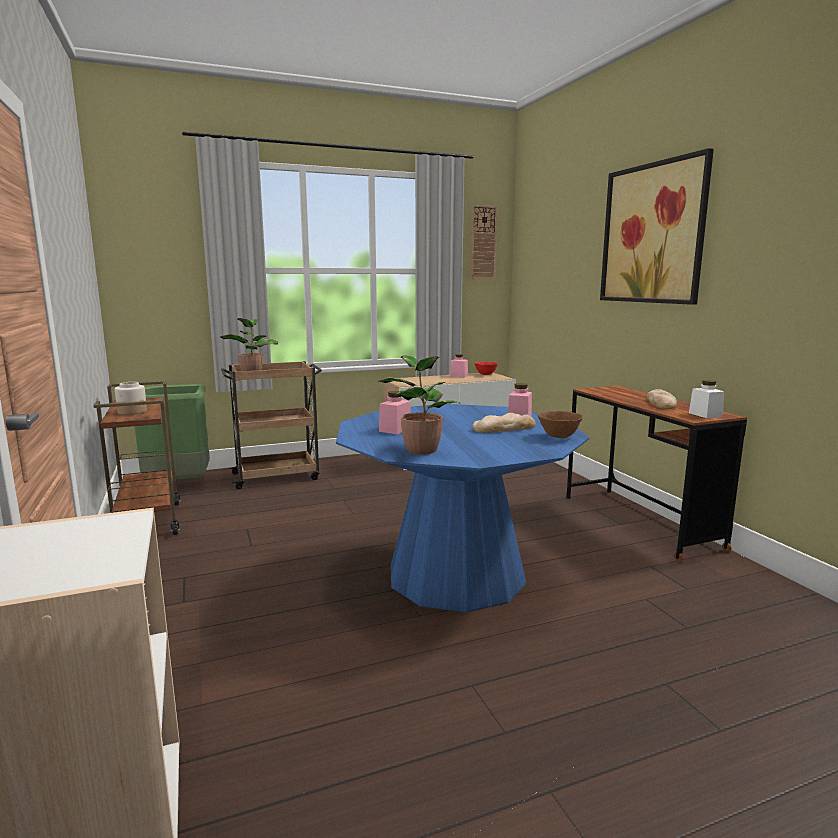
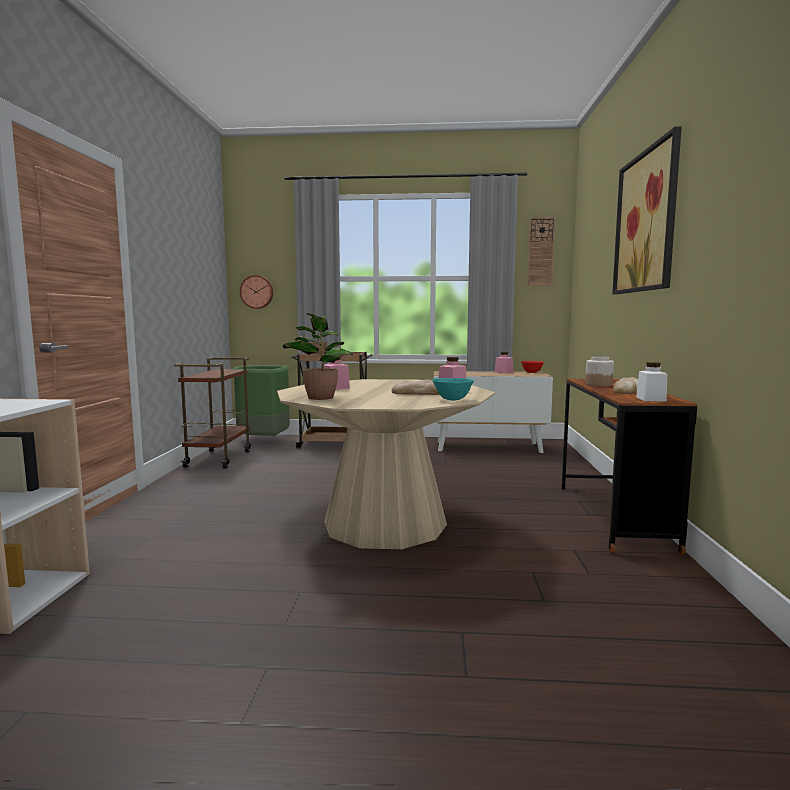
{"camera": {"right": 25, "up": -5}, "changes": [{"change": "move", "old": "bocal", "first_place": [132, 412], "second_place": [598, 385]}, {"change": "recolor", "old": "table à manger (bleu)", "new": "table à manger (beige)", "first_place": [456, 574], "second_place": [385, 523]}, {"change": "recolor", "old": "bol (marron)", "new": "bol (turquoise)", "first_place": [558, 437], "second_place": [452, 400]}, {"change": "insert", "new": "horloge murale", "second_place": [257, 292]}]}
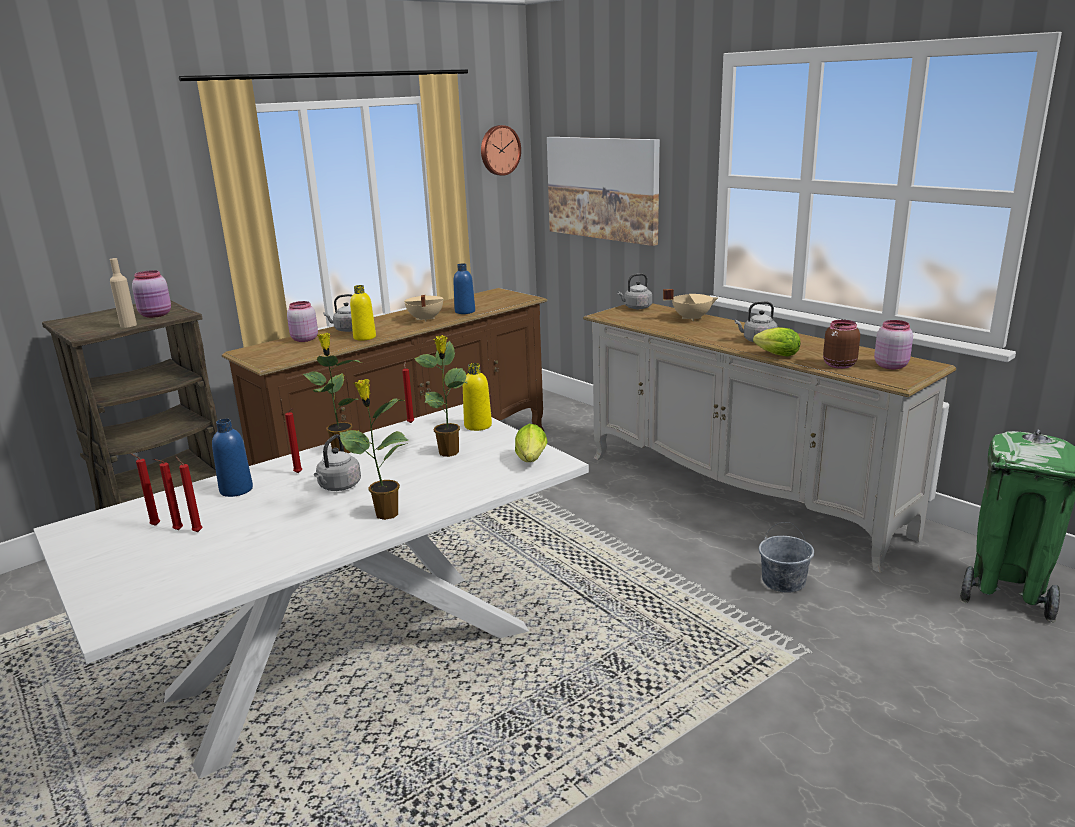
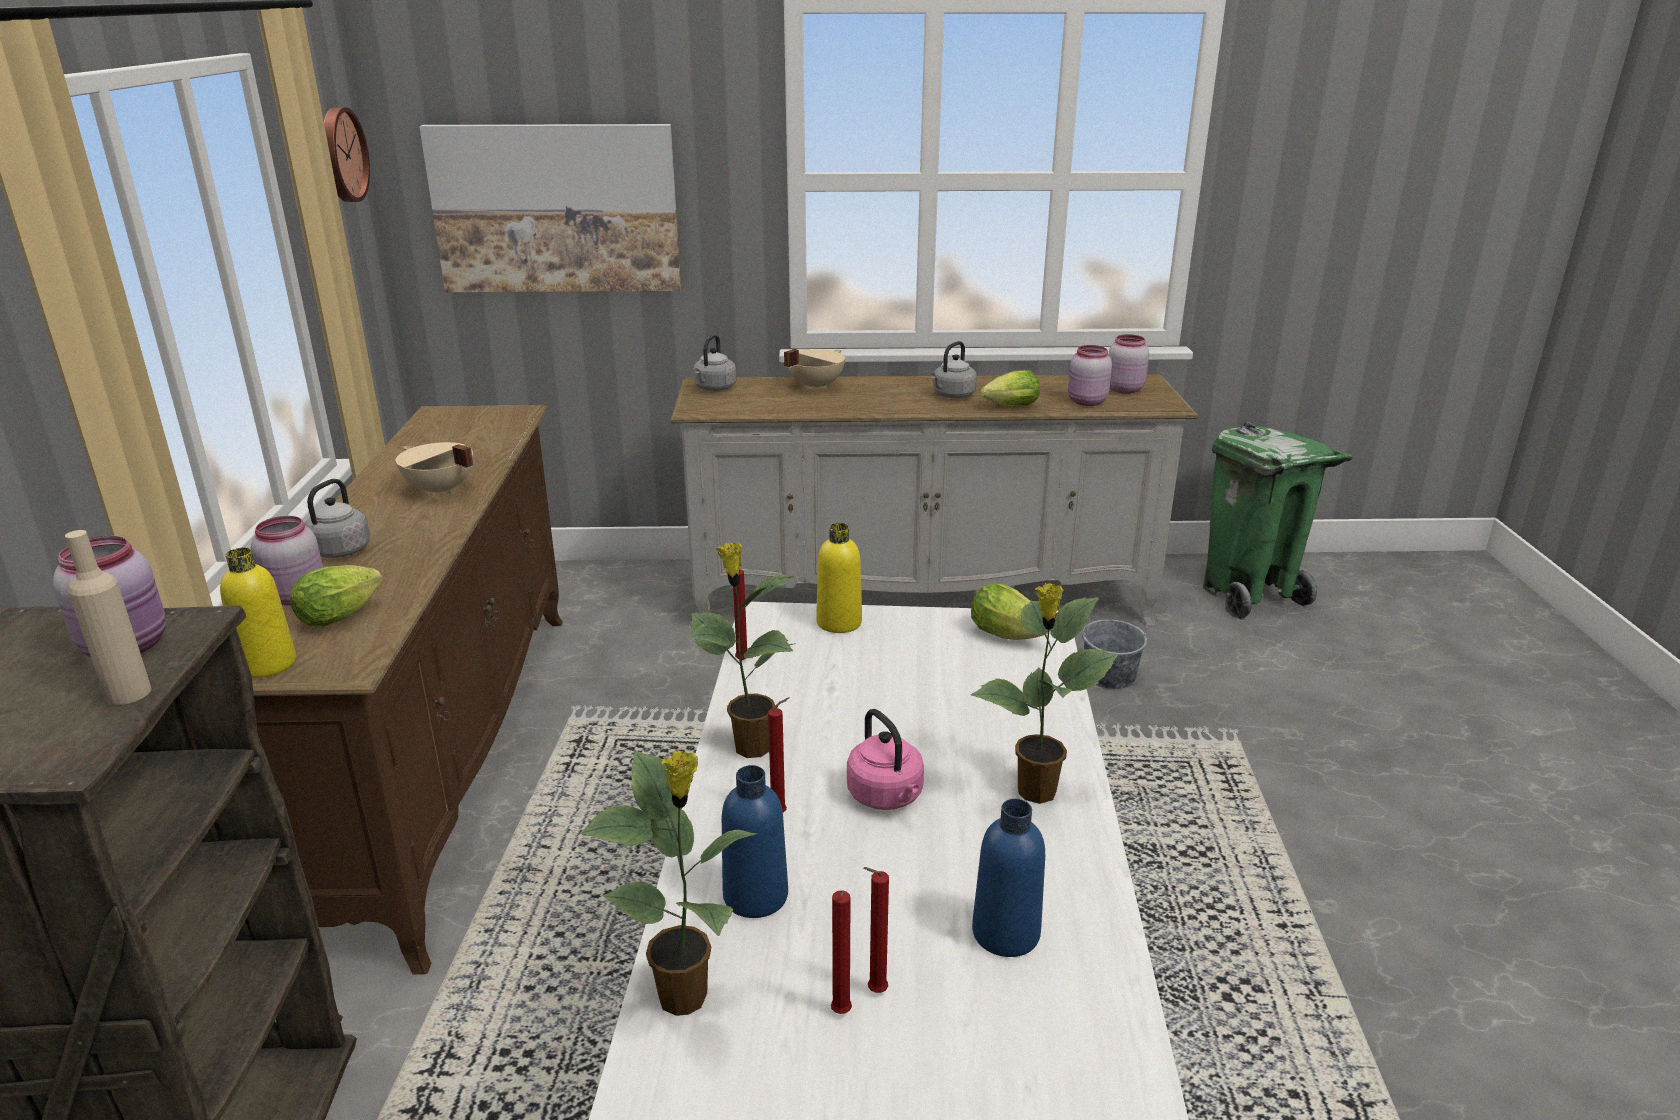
{"camera": {"right": -50, "up": 5}, "changes": [{"change": "move", "old": "bouteille (bleu)", "first_place": [465, 311], "second_place": [1005, 933]}, {"change": "move", "old": "bouteille (jaune)", "first_place": [364, 337], "second_place": [268, 664]}, {"change": "recolor", "old": "bocal (marron)", "new": "bocal (rose)", "first_place": [838, 365], "second_place": [1086, 402]}, {"change": "move", "old": "plante en pot", "first_place": [449, 453], "second_place": [686, 997]}, {"change": "recolor", "old": "bouilloire (gris)", "new": "bouilloire (rose)", "first_place": [338, 487], "second_place": [887, 797]}, {"change": "delete", "old": "bougie (rouge)", "first_place": [154, 525]}, {"change": "insert", "new": "laitue", "second_place": [344, 615]}]}
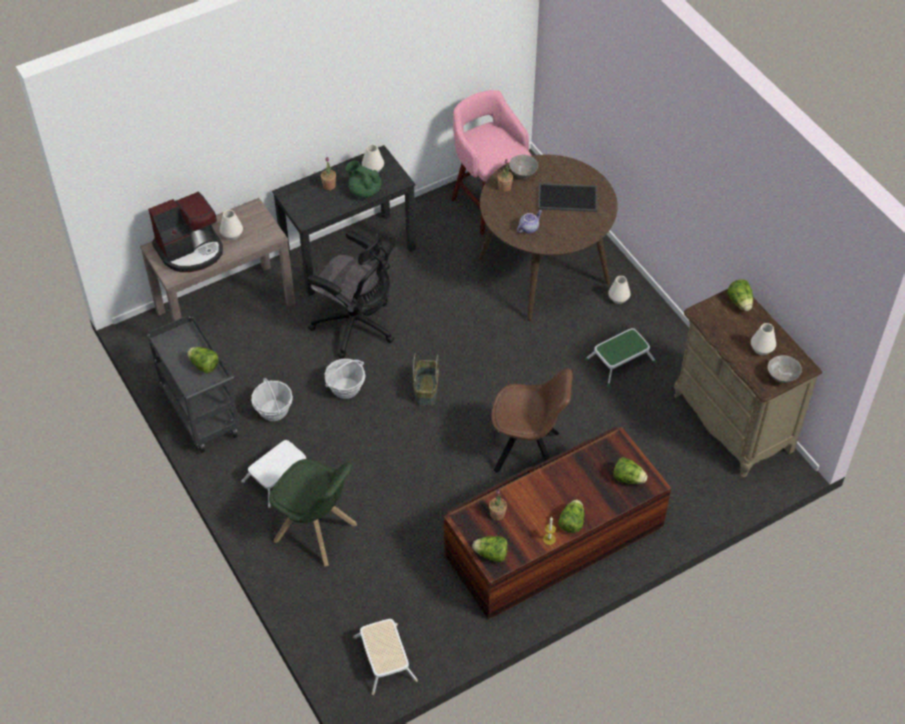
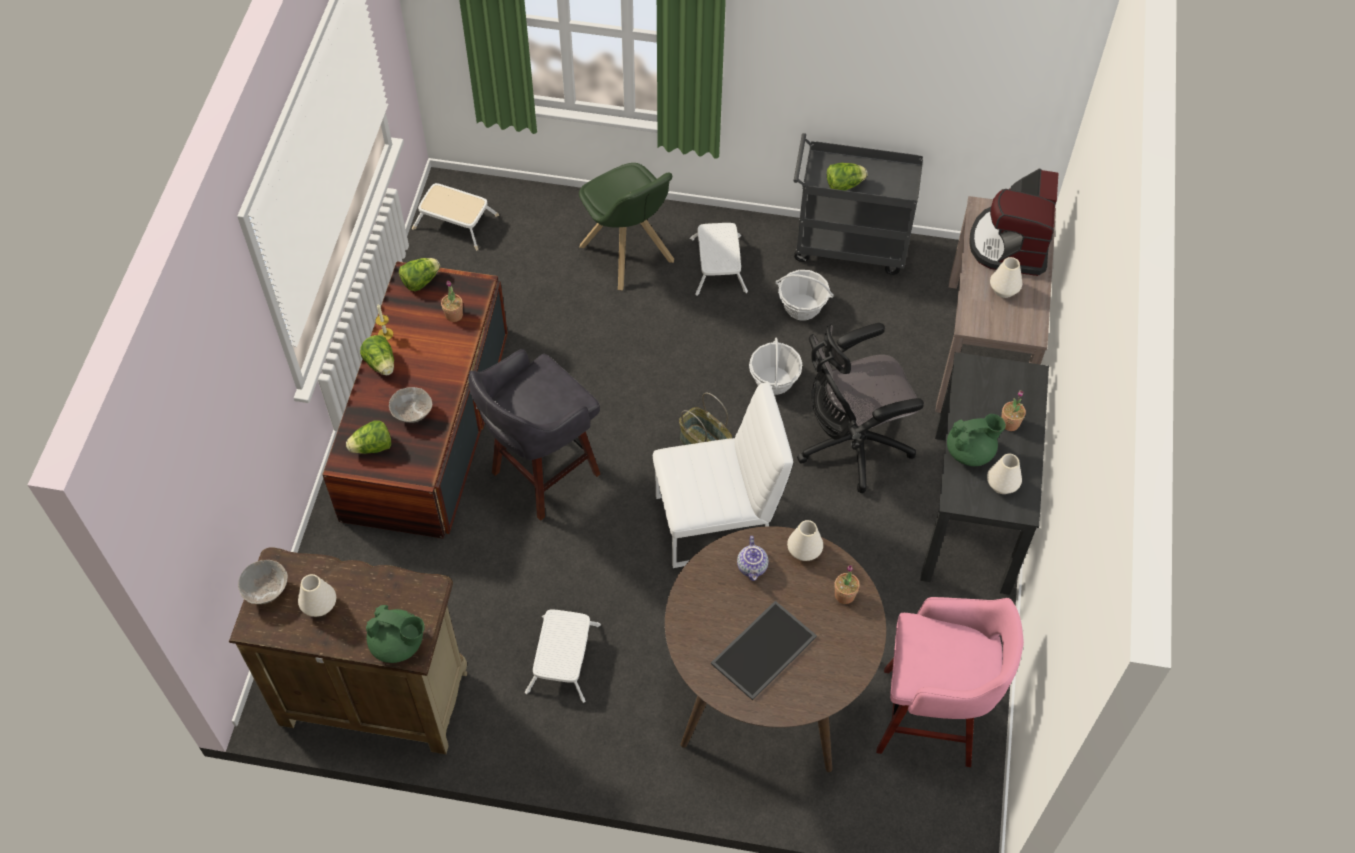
{"camera": {"right": 130, "up": 5}, "changes": [{"change": "move", "old": "bol (gris)", "first_place": [523, 174], "second_place": [412, 414]}, {"change": "move", "old": "vase (blanc)", "first_place": [618, 298], "second_place": [804, 551]}, {"change": "replace", "old": "laitue", "new": "théière (vert)", "first_place": [740, 302], "second_place": [398, 644]}, {"change": "recolor", "old": "escabeau (vert)", "new": "escabeau (blanc)", "first_place": [620, 360], "second_place": [563, 658]}, {"change": "replace", "old": "chaise (marron)", "new": "tabouret (gris)", "first_place": [527, 451], "second_place": [541, 476]}, {"change": "rotate", "old": "chaise (vert)", "first_place": [316, 532], "second_place": [627, 254], "degrees": -105}, {"change": "insert", "new": "chaise (blanc)", "second_place": [717, 522]}]}
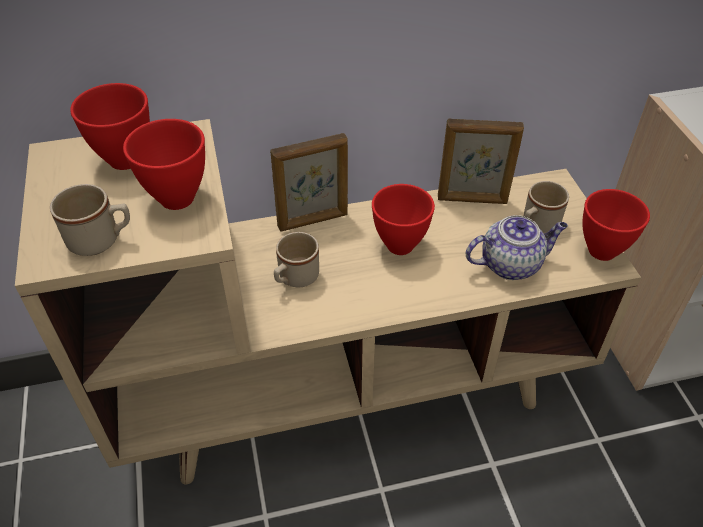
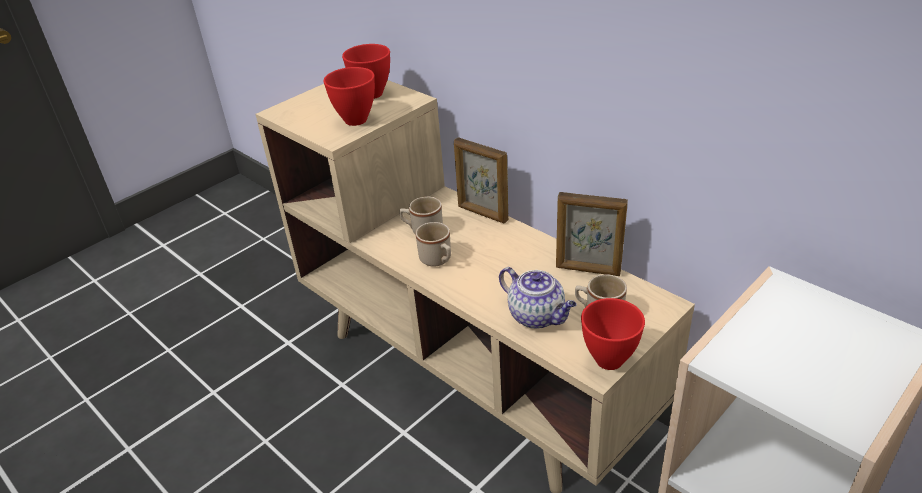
{"camera": {"right": 60, "up": -10}, "changes": [{"change": "rotate", "old": "cadre photo", "first_place": [472, 200], "second_place": [588, 270], "degrees": -45}, {"change": "move", "old": "mug (beige)", "first_place": [101, 240], "second_place": [438, 260]}, {"change": "delete", "old": "bol (rouge)", "first_place": [399, 246]}]}
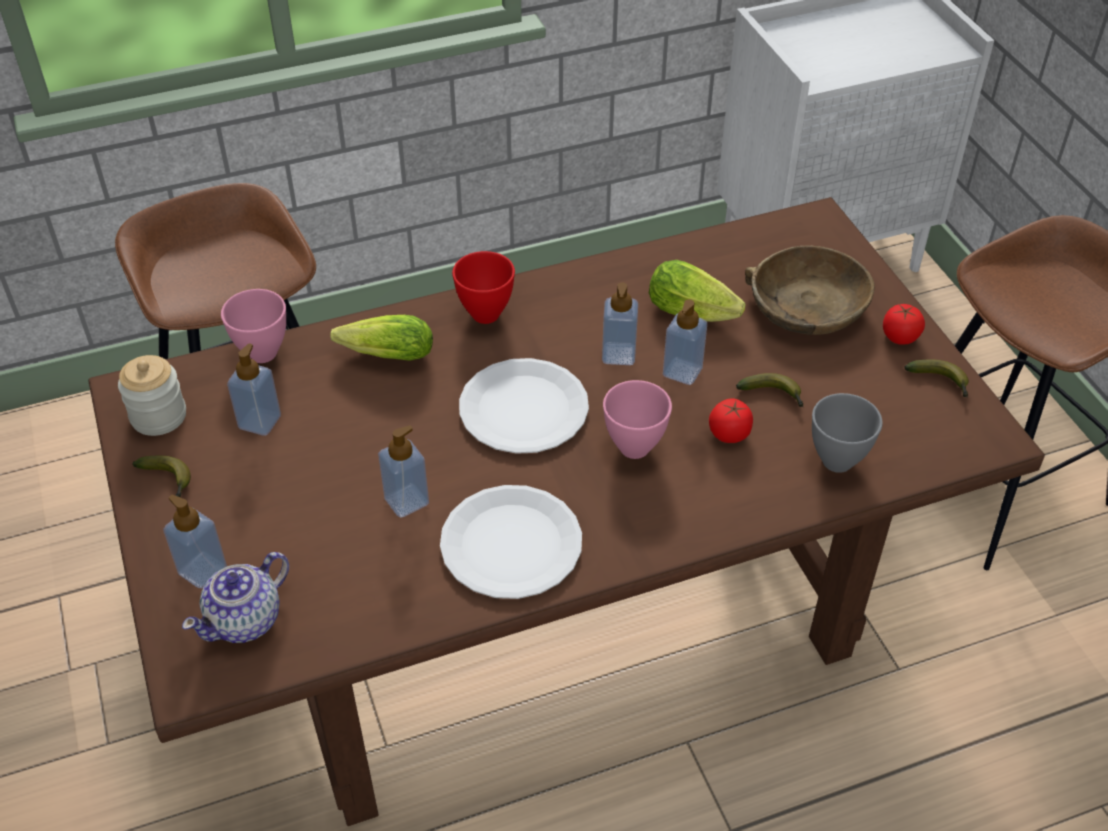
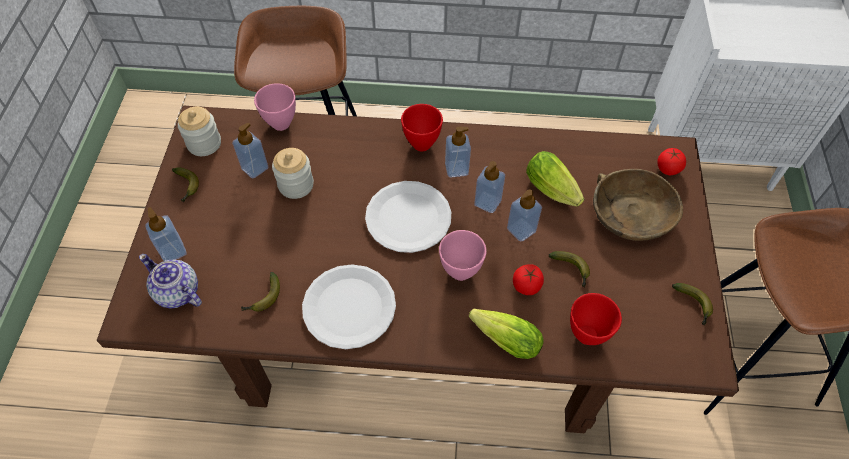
{"camera": {"right": 25, "up": 10}, "changes": [{"change": "move", "old": "tomate", "first_place": [900, 337], "second_place": [667, 169]}, {"change": "move", "old": "laitue", "first_place": [383, 355], "second_place": [502, 338]}, {"change": "recolor", "old": "bol (gris)", "new": "bol (rouge)", "first_place": [835, 460], "second_place": [586, 334]}, {"change": "move", "old": "distributeur de savon", "first_place": [406, 501], "second_place": [456, 169]}, {"change": "rotate", "old": "théière", "first_place": [246, 620], "second_place": [178, 293], "degrees": 60}, {"change": "insert", "new": "bocal", "second_place": [296, 185]}, {"change": "insert", "new": "banane", "second_place": [263, 298]}]}
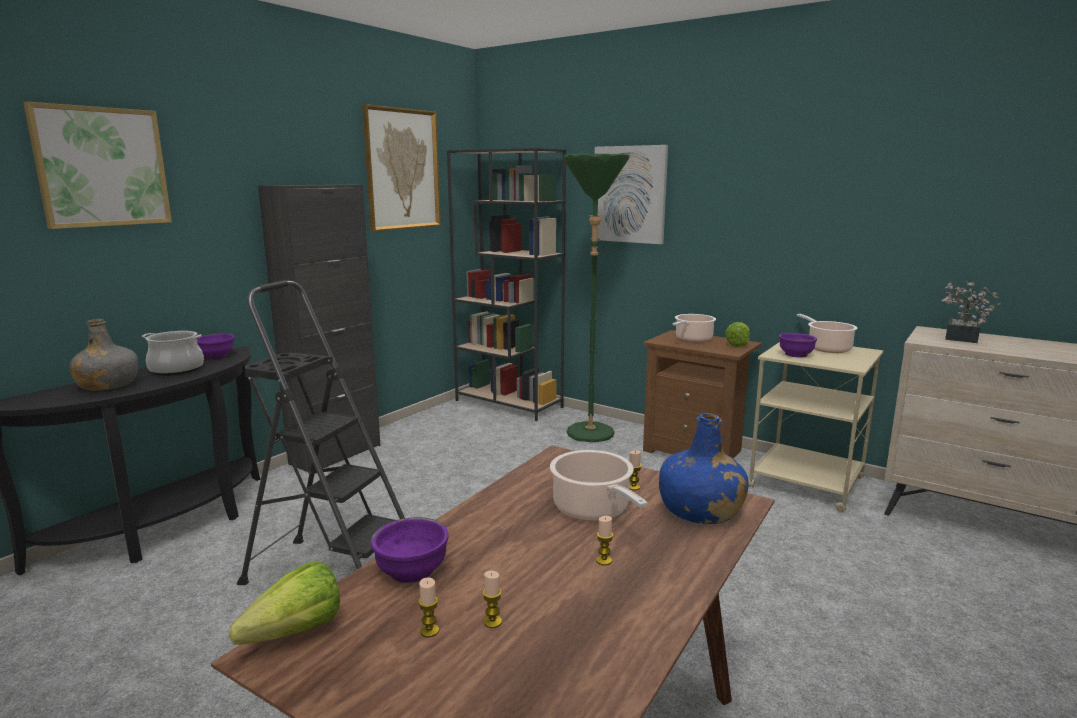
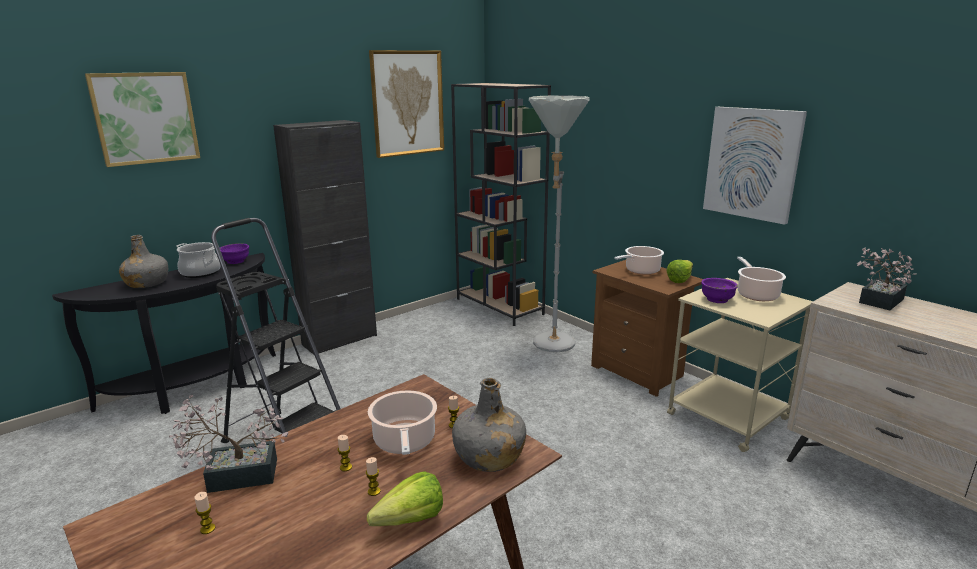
{"camera": {"right": 15, "up": 5}, "changes": [{"change": "move", "old": "tableau", "first_place": [630, 194], "second_place": [752, 163]}, {"change": "recolor", "old": "lampadaire (vert)", "new": "lampadaire (gris)", "first_place": [590, 437], "second_place": [551, 347]}, {"change": "recolor", "old": "bouteille (bleu)", "new": "bouteille (gris)", "first_place": [700, 510], "second_place": [488, 456]}, {"change": "replace", "old": "bol (violet)", "new": "plante en pot", "first_place": [412, 570], "second_place": [234, 476]}, {"change": "move", "old": "laitue", "first_place": [286, 636], "second_place": [404, 522]}, {"change": "move", "old": "bougie", "first_place": [492, 622], "second_place": [346, 467]}]}
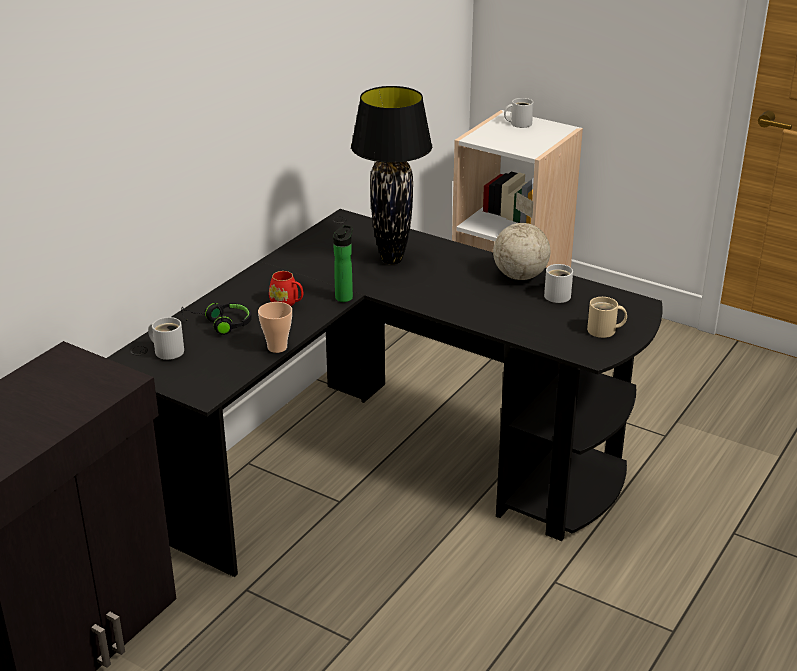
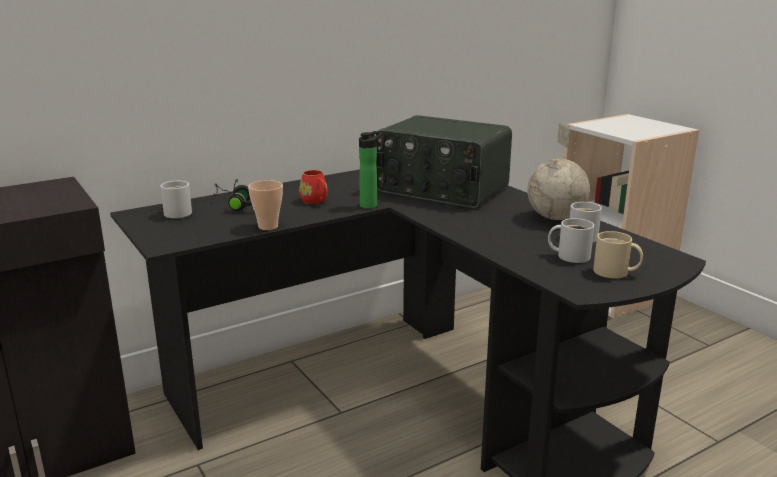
{"camera": {"right": 25, "up": -10}, "changes": [{"change": "replace", "old": "lampe de table (noir)", "new": "radio", "first_place": [392, 260], "second_place": [441, 190]}, {"change": "move", "old": "mug (blanc)", "first_place": [519, 123], "second_place": [570, 256]}]}
